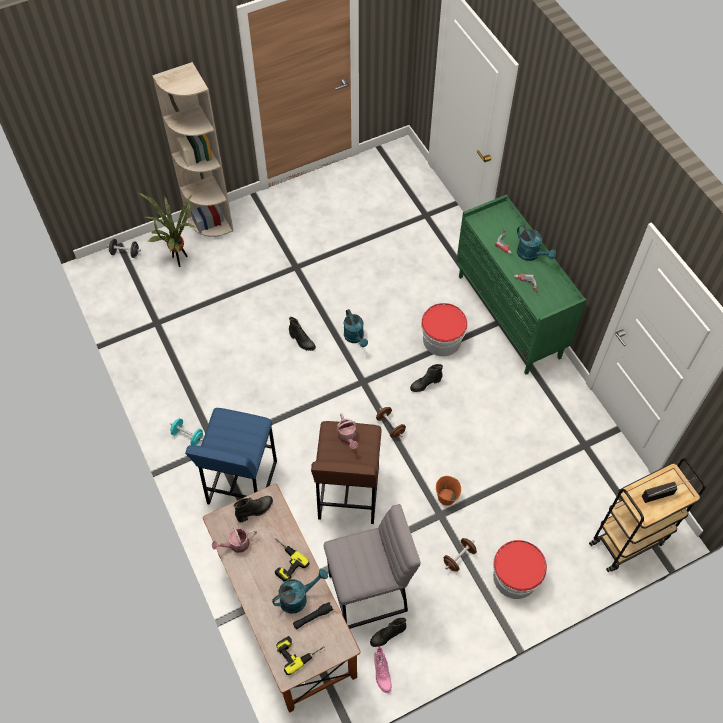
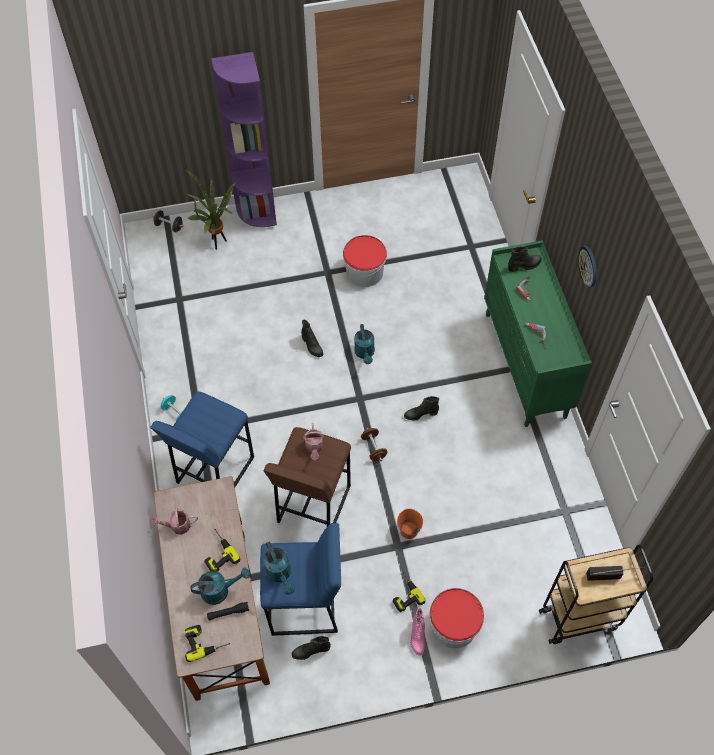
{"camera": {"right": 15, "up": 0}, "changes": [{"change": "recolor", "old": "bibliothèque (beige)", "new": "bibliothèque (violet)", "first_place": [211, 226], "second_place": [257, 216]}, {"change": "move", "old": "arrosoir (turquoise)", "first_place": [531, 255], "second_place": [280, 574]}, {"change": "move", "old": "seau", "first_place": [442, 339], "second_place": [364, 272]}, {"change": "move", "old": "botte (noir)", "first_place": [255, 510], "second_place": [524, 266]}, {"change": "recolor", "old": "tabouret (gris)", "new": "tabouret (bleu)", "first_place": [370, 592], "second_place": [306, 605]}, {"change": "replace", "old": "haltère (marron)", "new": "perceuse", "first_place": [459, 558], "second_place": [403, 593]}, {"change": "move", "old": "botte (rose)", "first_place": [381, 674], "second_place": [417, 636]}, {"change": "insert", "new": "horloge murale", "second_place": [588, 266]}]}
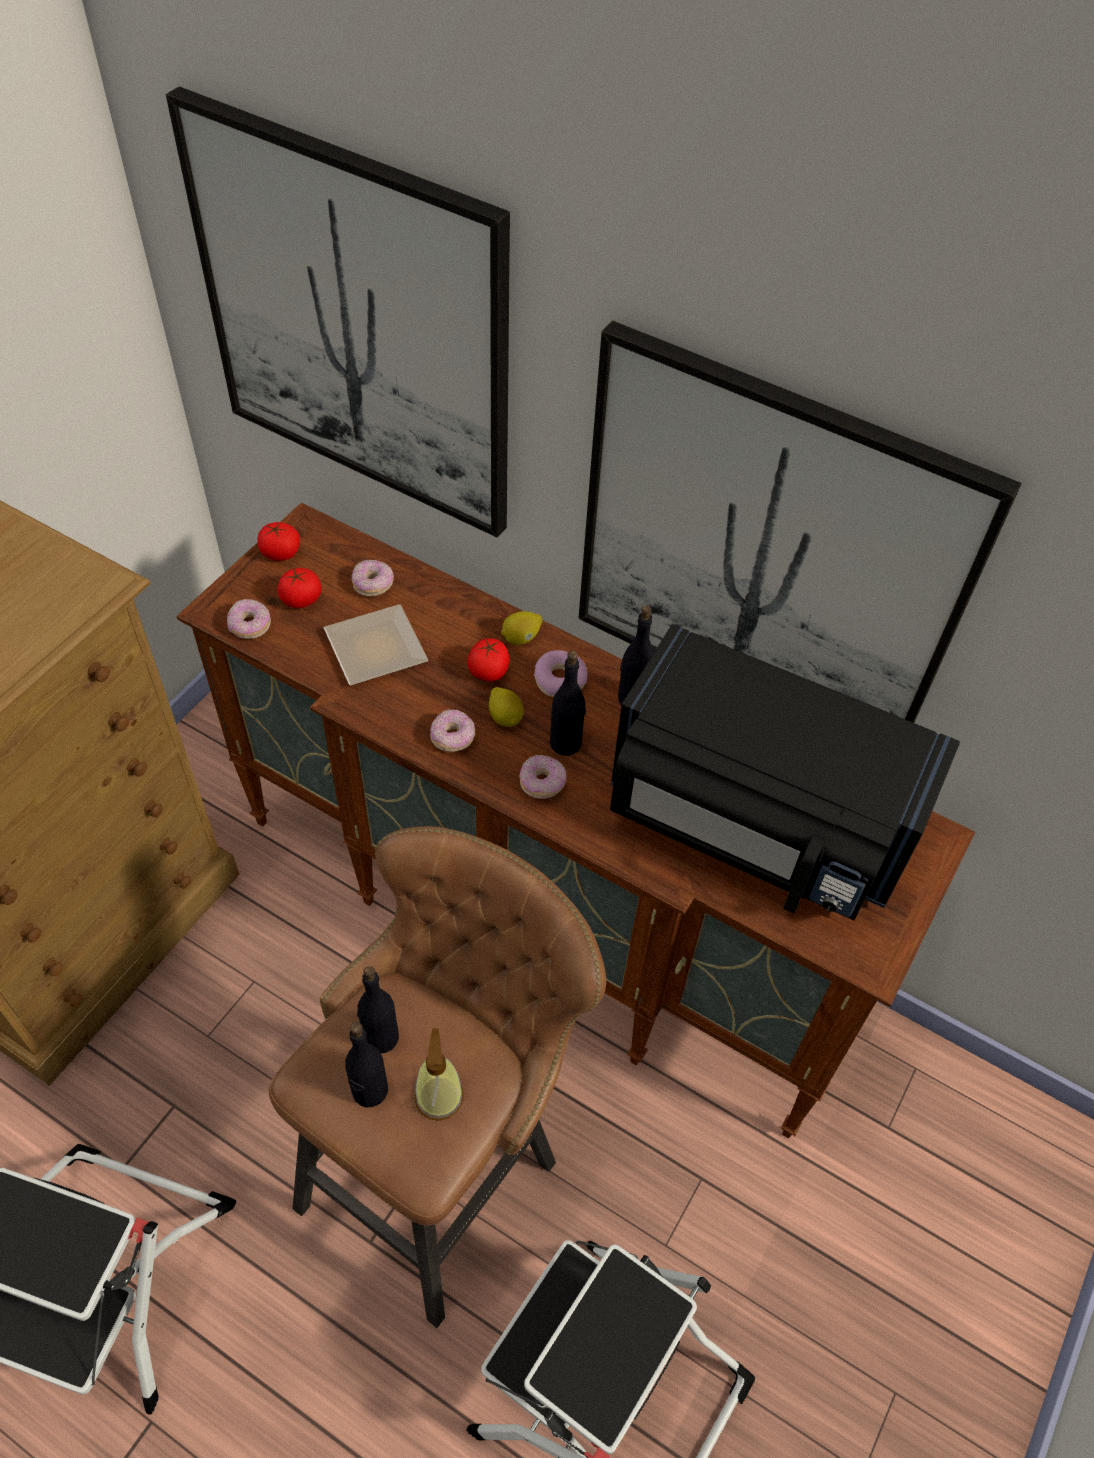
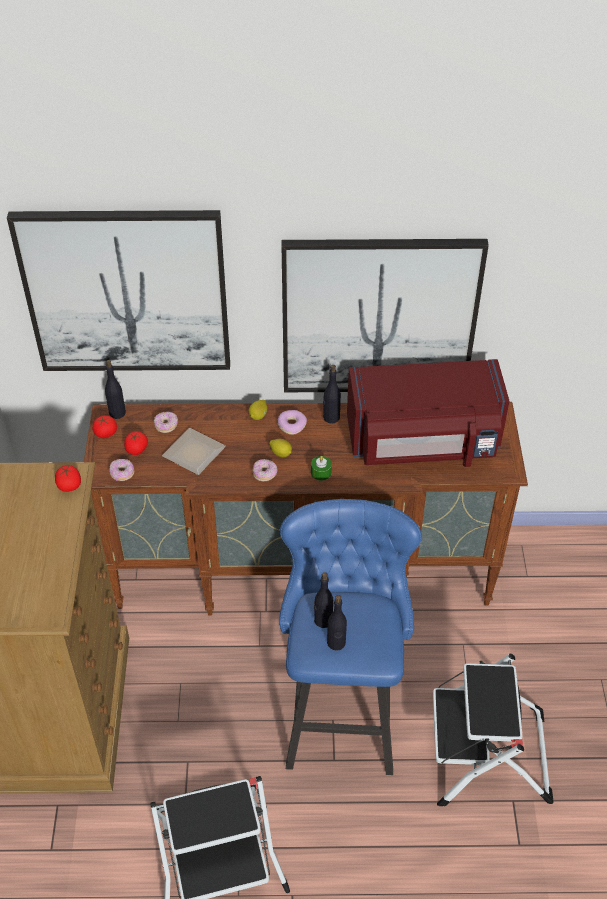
{"camera": {"right": -30, "up": -5}, "changes": [{"change": "recolor", "old": "micro-ondes (noir)", "new": "micro-ondes (rouge)", "first_place": [754, 824], "second_place": [423, 443]}, {"change": "move", "old": "tomate", "first_place": [489, 671], "second_place": [69, 485]}, {"change": "move", "old": "bouteille (noir)", "first_place": [566, 743], "second_place": [117, 413]}, {"change": "replace", "old": "beignet", "new": "bougie (vert)", "first_place": [542, 783], "second_place": [321, 472]}, {"change": "recolor", "old": "tabouret (marron)", "new": "tabouret (bleu)", "first_place": [446, 1160], "second_place": [342, 705]}, {"change": "delete", "old": "distributeur de savon", "first_place": [439, 1096]}]}
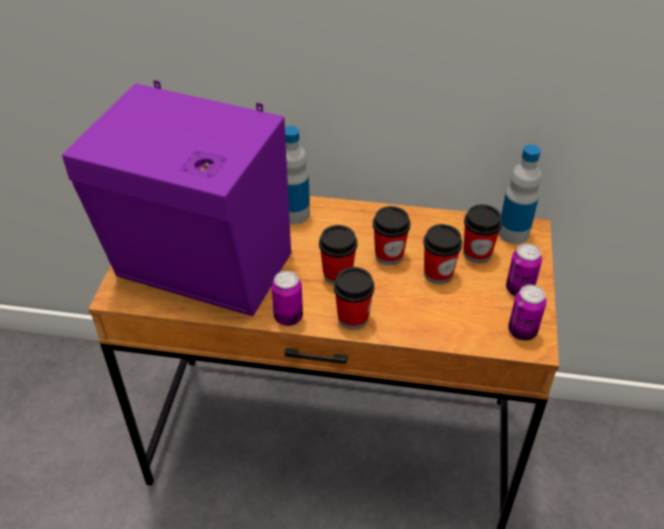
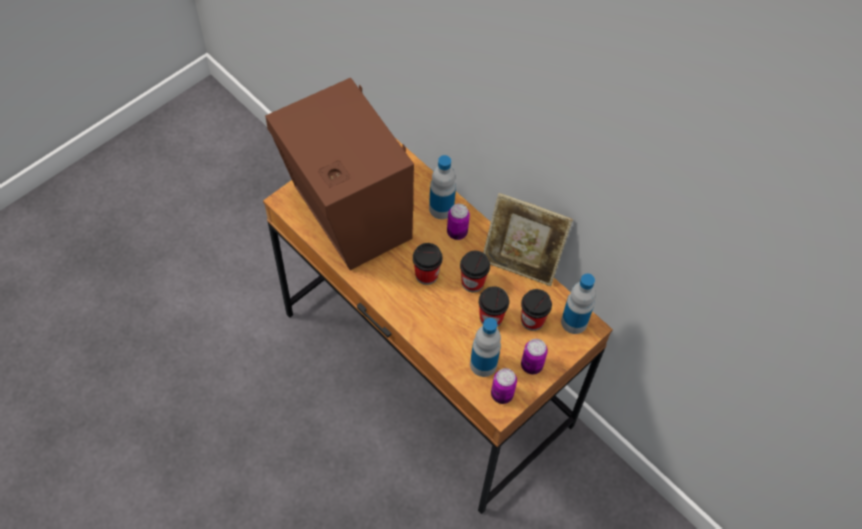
{"camera": {"right": 35, "up": 15}, "changes": [{"change": "recolor", "old": "enceinte (violet)", "new": "enceinte (marron)", "first_place": [203, 271], "second_place": [347, 217]}, {"change": "delete", "old": "tasse", "first_place": [353, 318]}, {"change": "move", "old": "boîte métallique", "first_place": [288, 317], "second_place": [457, 232]}, {"change": "insert", "new": "cadre photo", "second_place": [521, 262]}, {"change": "insert", "new": "bouteille", "second_place": [483, 364]}]}
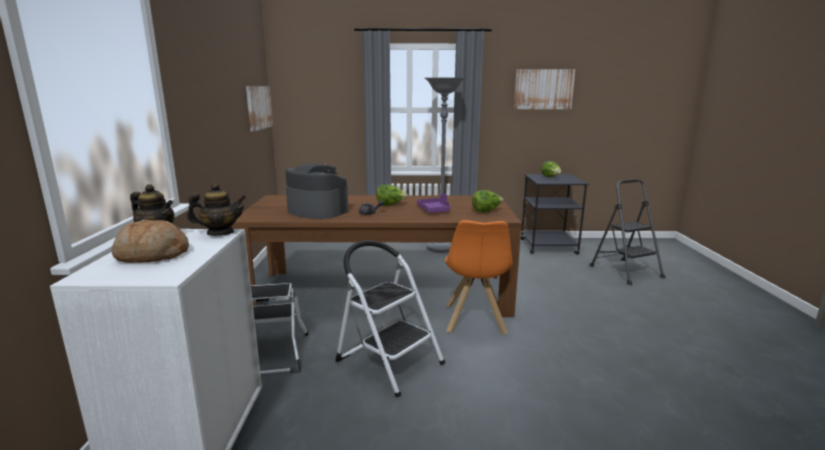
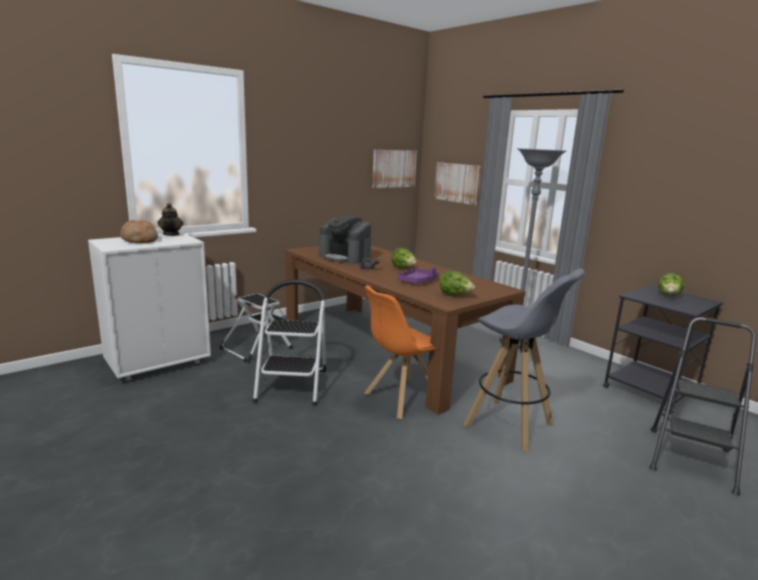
{"camera": {"right": 50, "up": 0}, "changes": [{"change": "move", "old": "tableau", "first_place": [543, 89], "second_place": [457, 183]}, {"change": "rotate", "old": "machine à café", "first_place": [317, 211], "second_place": [345, 257], "degrees": 135}, {"change": "delete", "old": "théière", "first_place": [220, 233]}, {"change": "insert", "new": "tabouret (gris)", "second_place": [511, 425]}]}
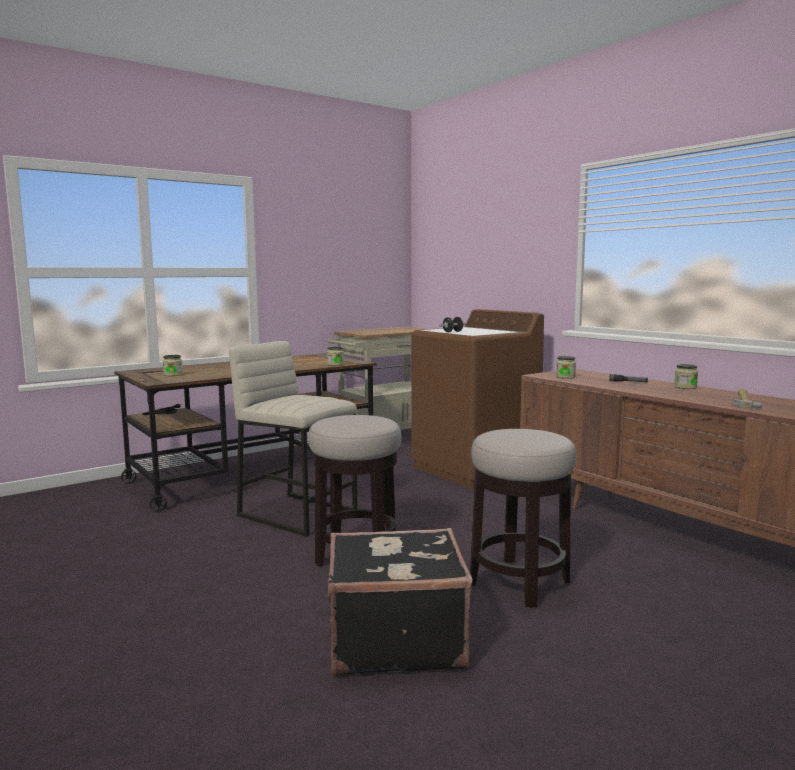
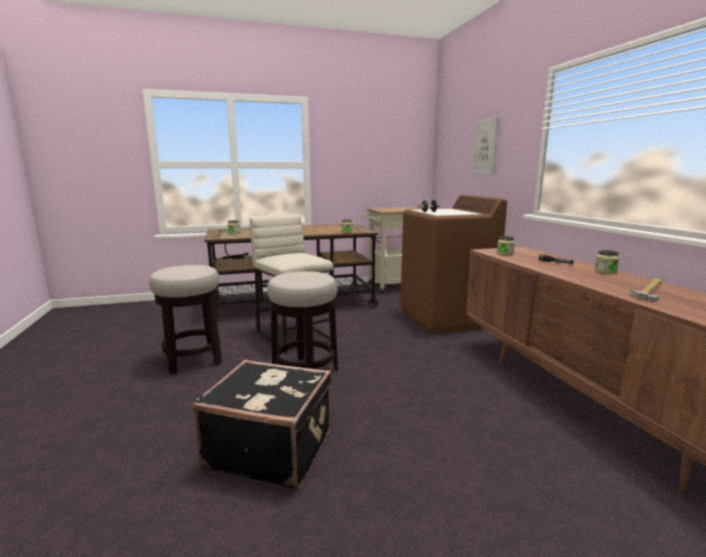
{"camera": {"right": 20, "up": 5}, "changes": [{"change": "move", "old": "tabouret", "first_place": [519, 582], "second_place": [193, 360]}, {"change": "insert", "new": "tableau", "second_place": [485, 146]}]}
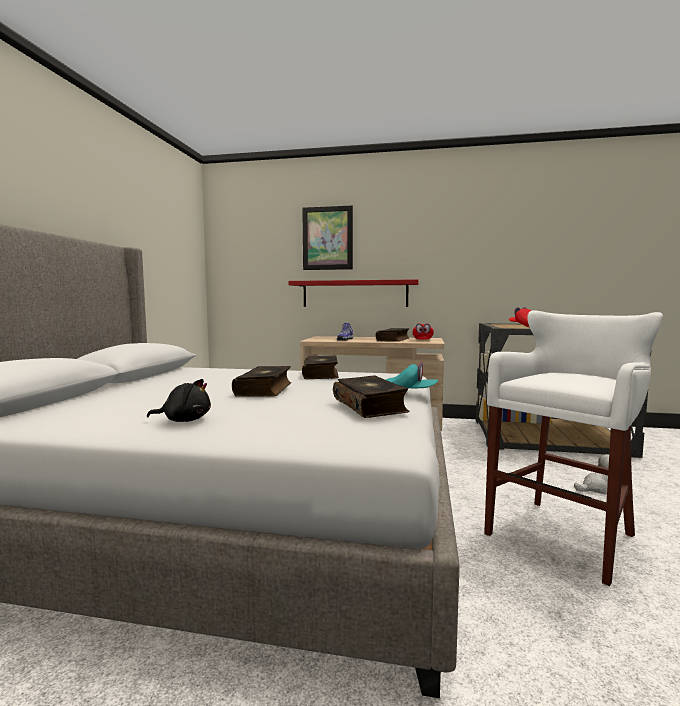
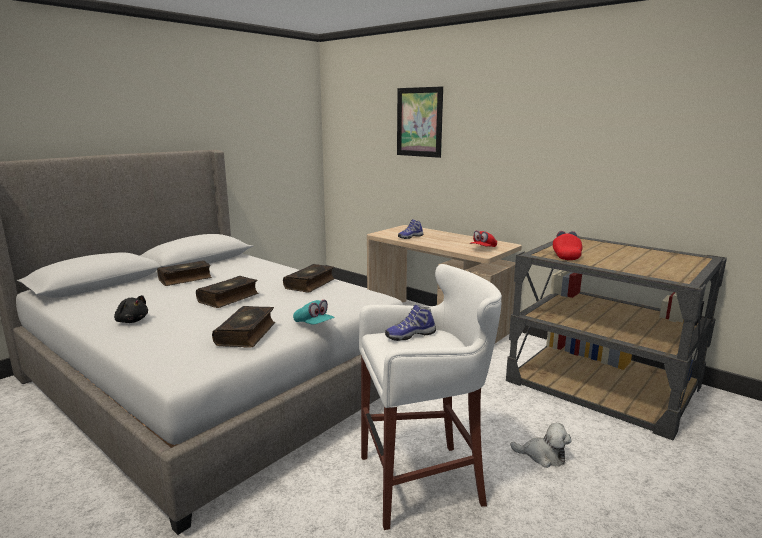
{"camera": {"right": 30, "up": 10}, "changes": [{"change": "delete", "old": "étagère (rouge)", "first_place": [354, 293]}, {"change": "move", "old": "livre", "first_place": [393, 340], "second_place": [185, 279]}, {"change": "insert", "new": "chaussure", "second_place": [410, 335]}]}
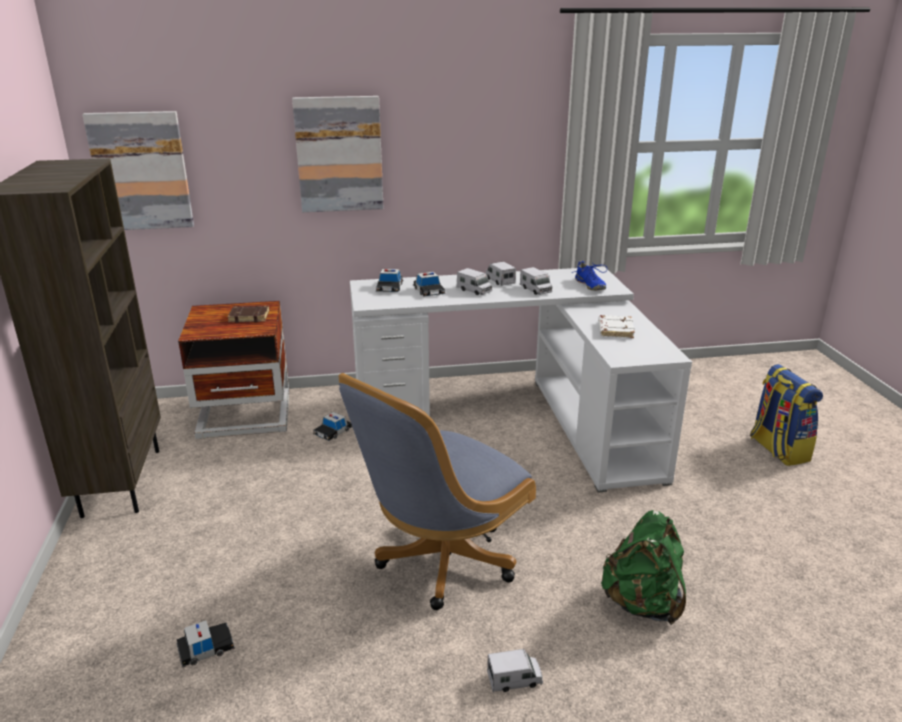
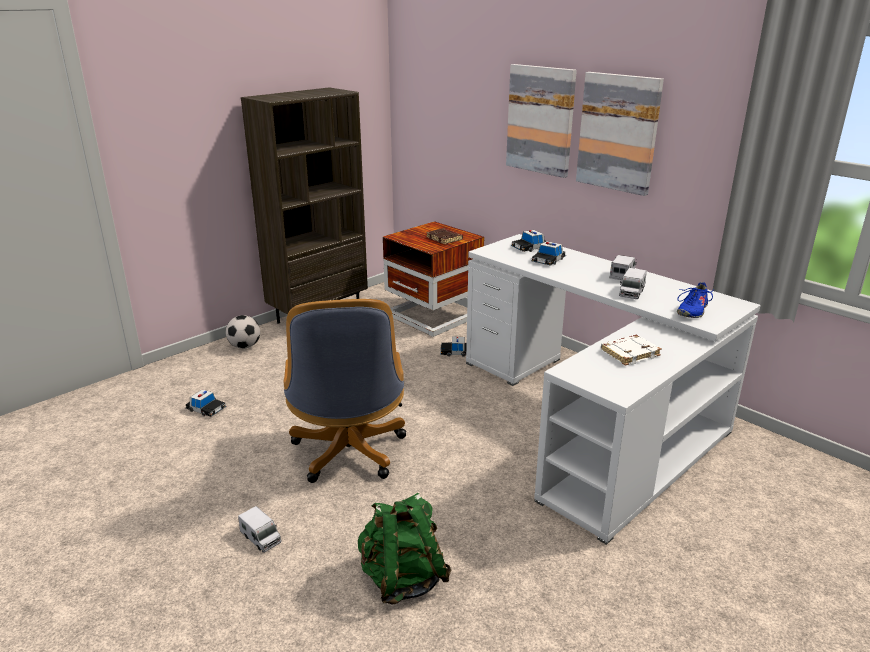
{"camera": {"right": 55, "up": 0}, "changes": [{"change": "move", "old": "tableau", "first_place": [141, 171], "second_place": [618, 133]}, {"change": "delete", "old": "camion jouet", "first_place": [474, 290]}, {"change": "delete", "old": "sac à dos", "first_place": [777, 449]}, {"change": "rotate", "old": "chaise de bureau (bleu)", "first_place": [438, 567], "second_place": [349, 458], "degrees": -105}, {"change": "insert", "new": "ballon de foot", "second_place": [245, 346]}]}
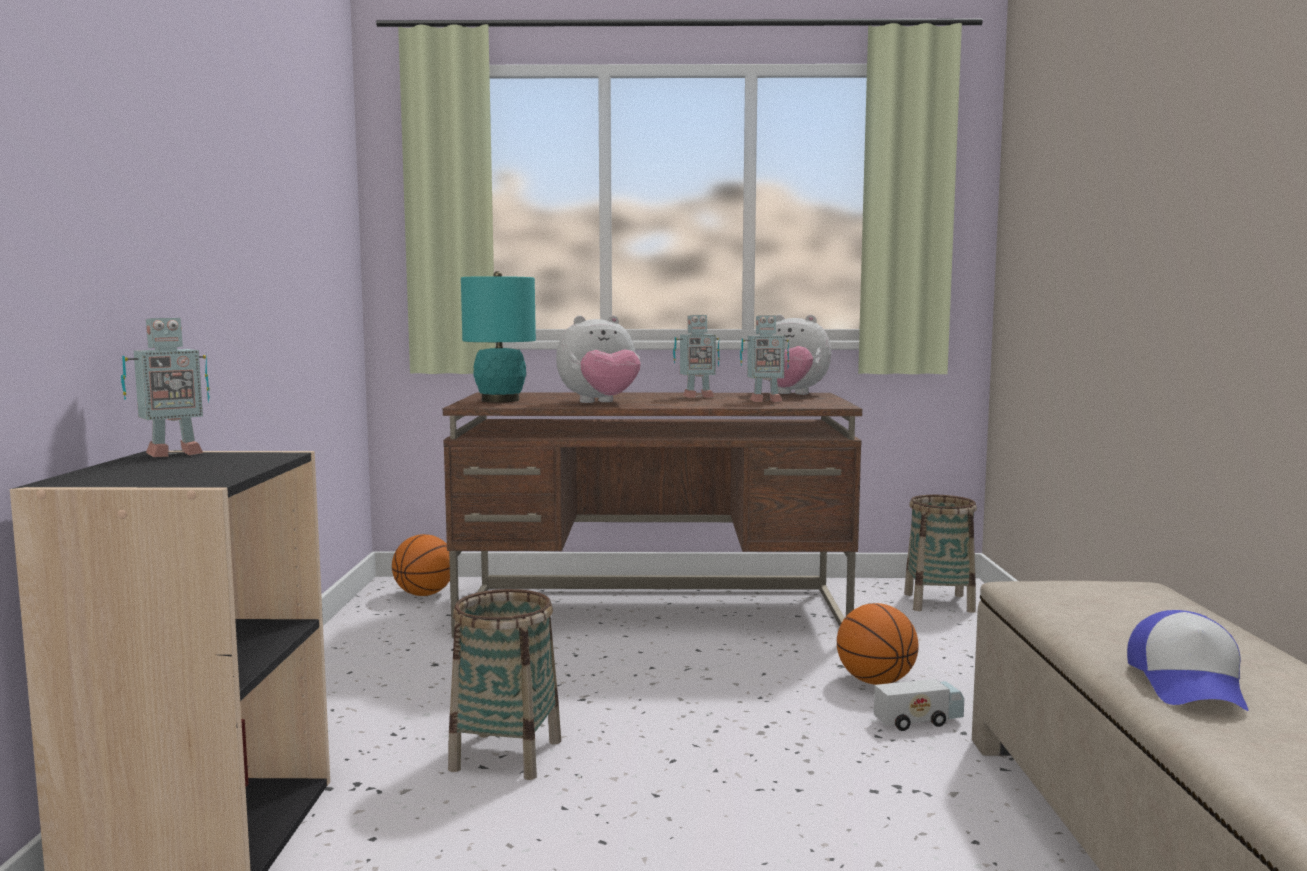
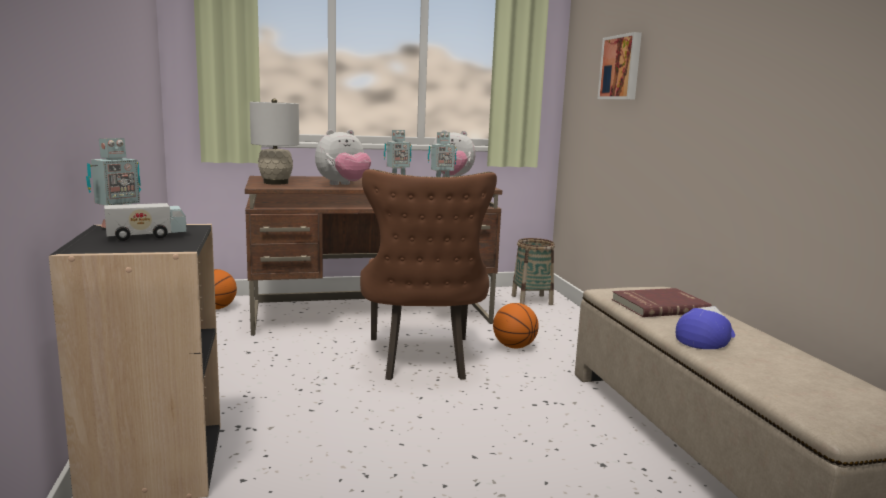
{"camera": {"right": -15, "up": 5}, "changes": [{"change": "recolor", "old": "lampe de table (turquoise)", "new": "lampe de table (blanc)", "first_place": [500, 400], "second_place": [276, 183]}, {"change": "delete", "old": "panier", "first_place": [506, 755]}, {"change": "rotate", "old": "casquette", "first_place": [1188, 684], "second_place": [705, 338], "degrees": -135}, {"change": "move", "old": "camion jouet", "first_place": [918, 721], "second_place": [147, 236]}, {"change": "insert", "new": "tableau", "second_place": [621, 67]}, {"change": "insert", "new": "chaise (marron)", "second_place": [422, 359]}, {"change": "insert", "new": "livre (rouge)", "second_place": [658, 305]}]}
